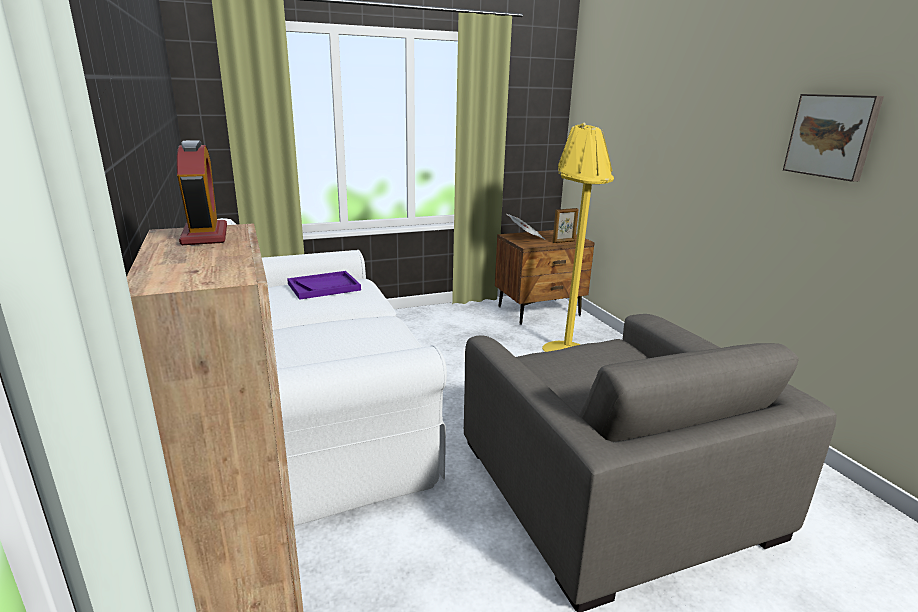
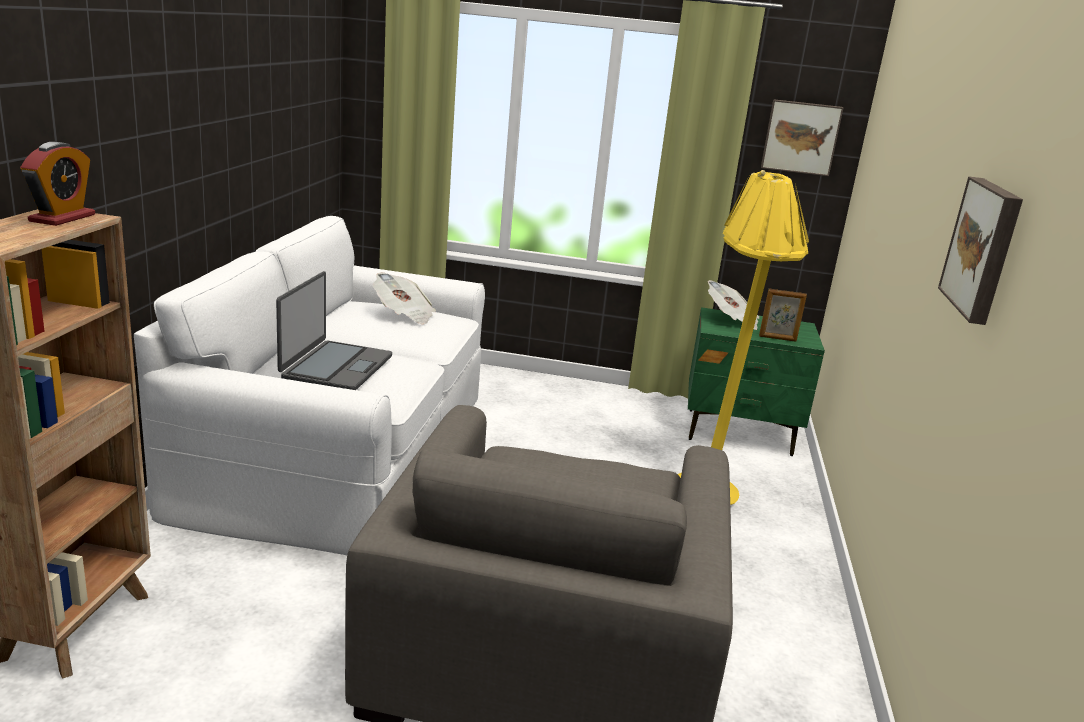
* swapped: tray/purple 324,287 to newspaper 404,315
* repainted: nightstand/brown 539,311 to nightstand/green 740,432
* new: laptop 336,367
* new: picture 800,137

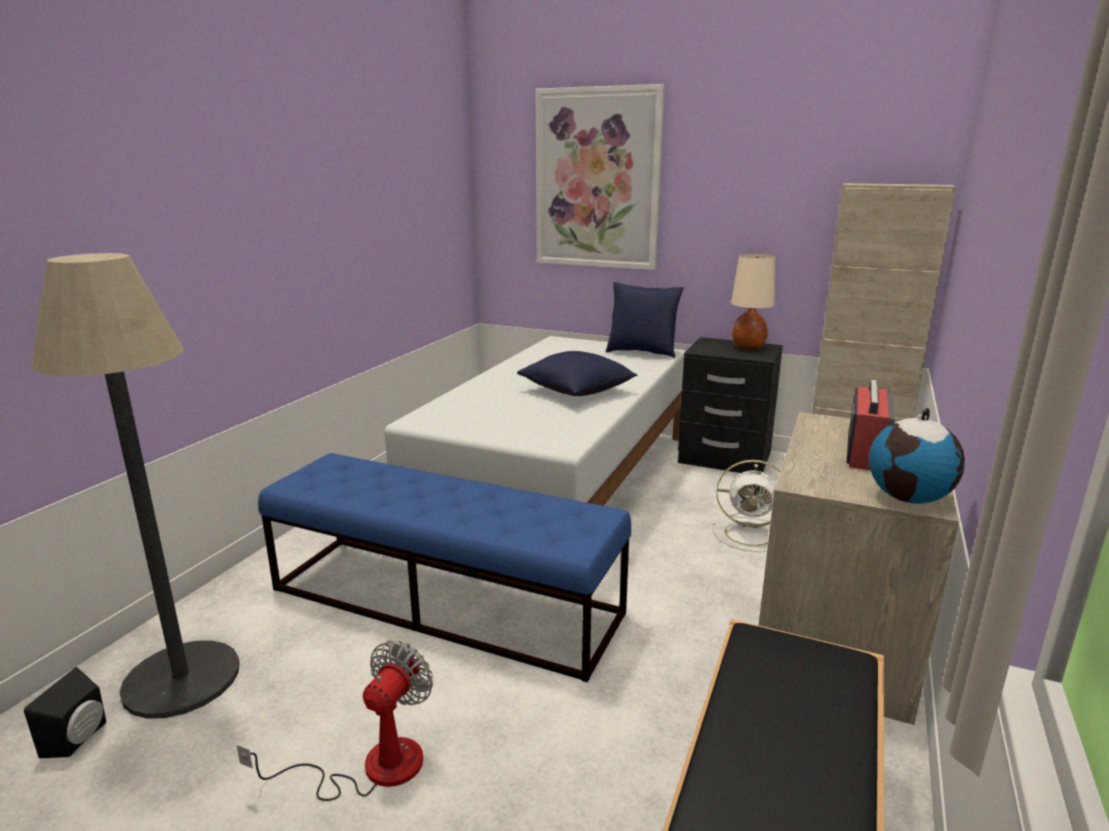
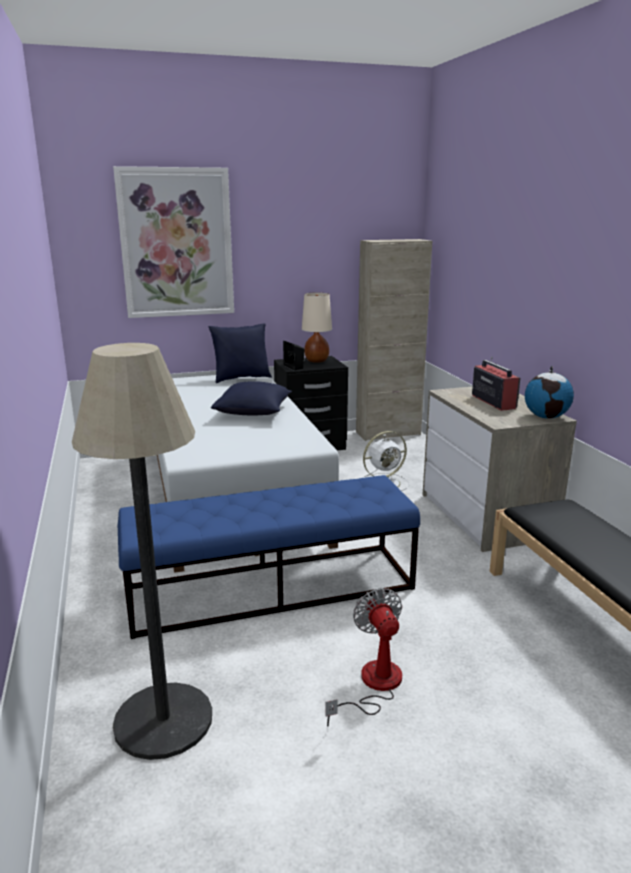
* shifted: speaker/black 80,738 to 295,367

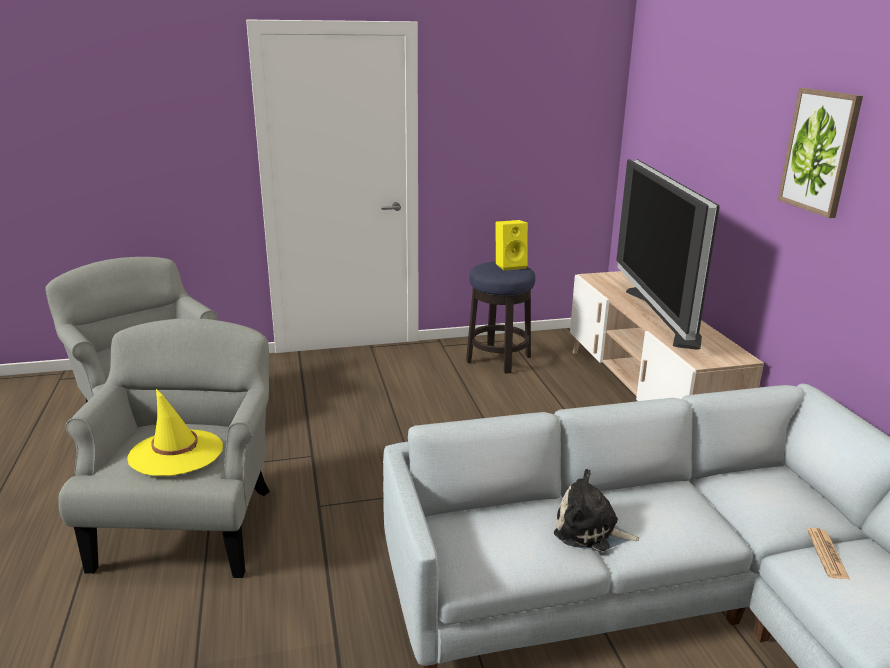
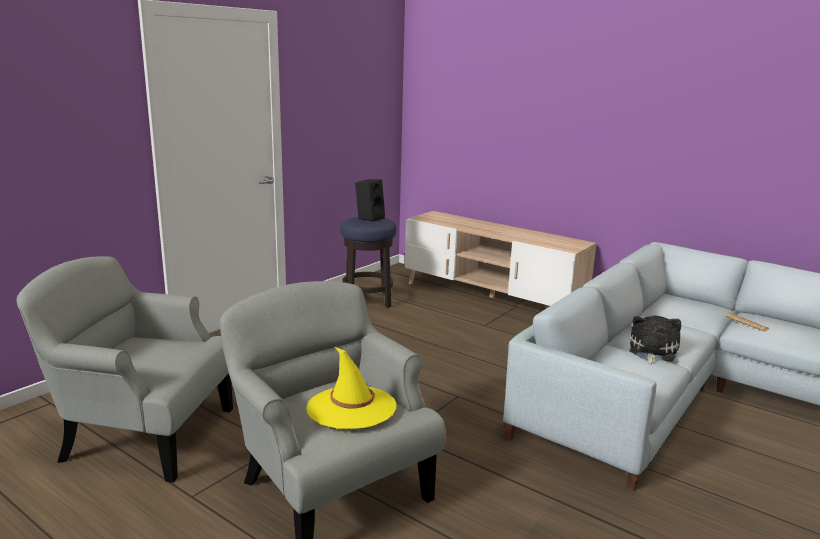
* repainted: speaker/yellow 510,265 to speaker/black 369,218
* rotated: plush toy 591,531 = 651,352 135 degrees clockwise
* gone: television 661,316
* gone: picture 820,151

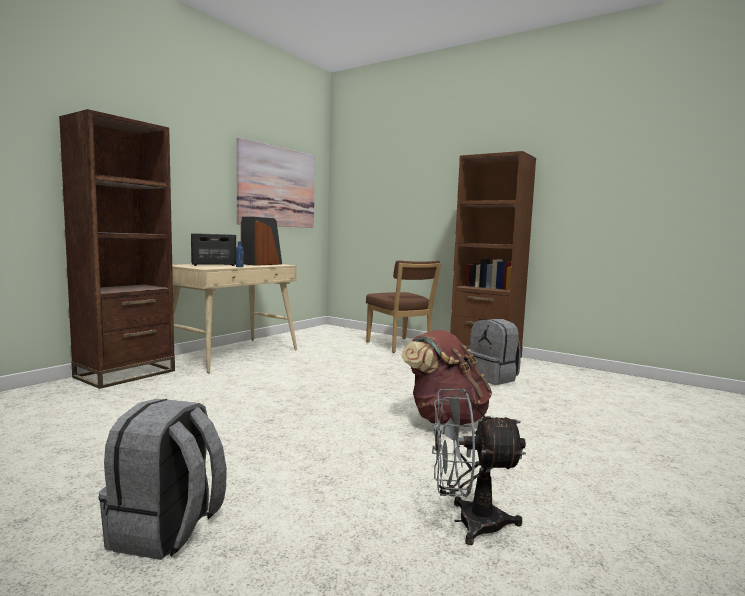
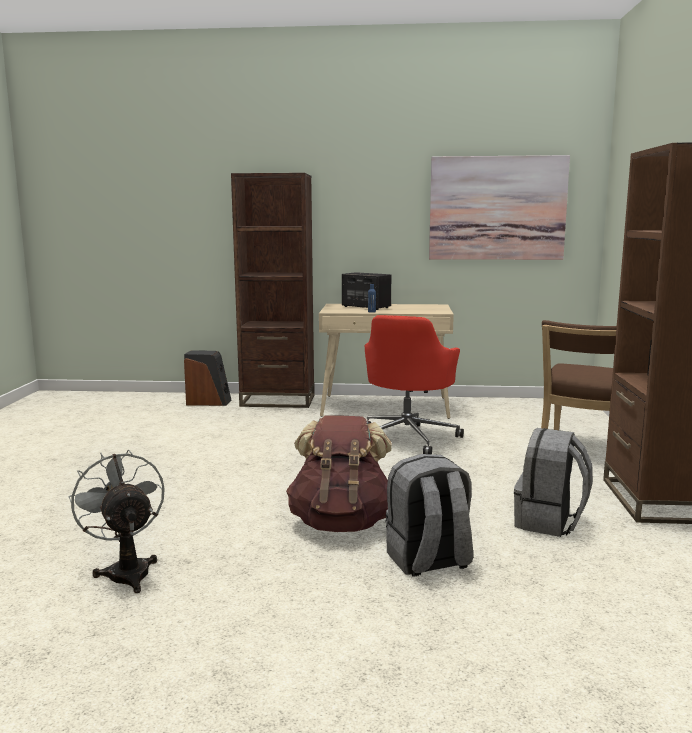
* shifted: backpack/grey 167,531 to 428,561
* shifted: speaker 262,264 to 208,402
* new: office chair/red 408,438

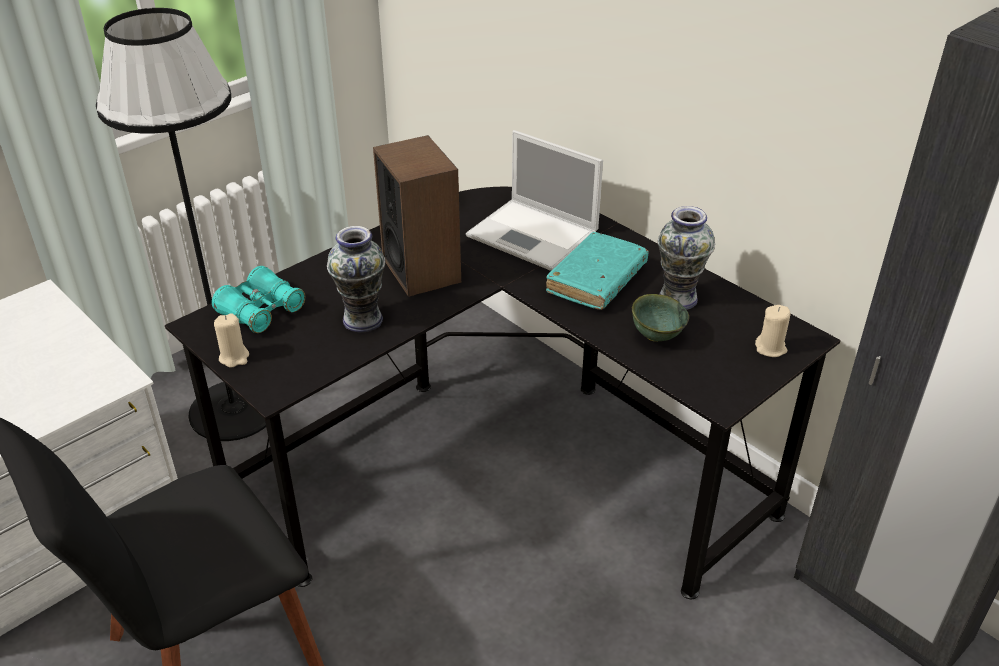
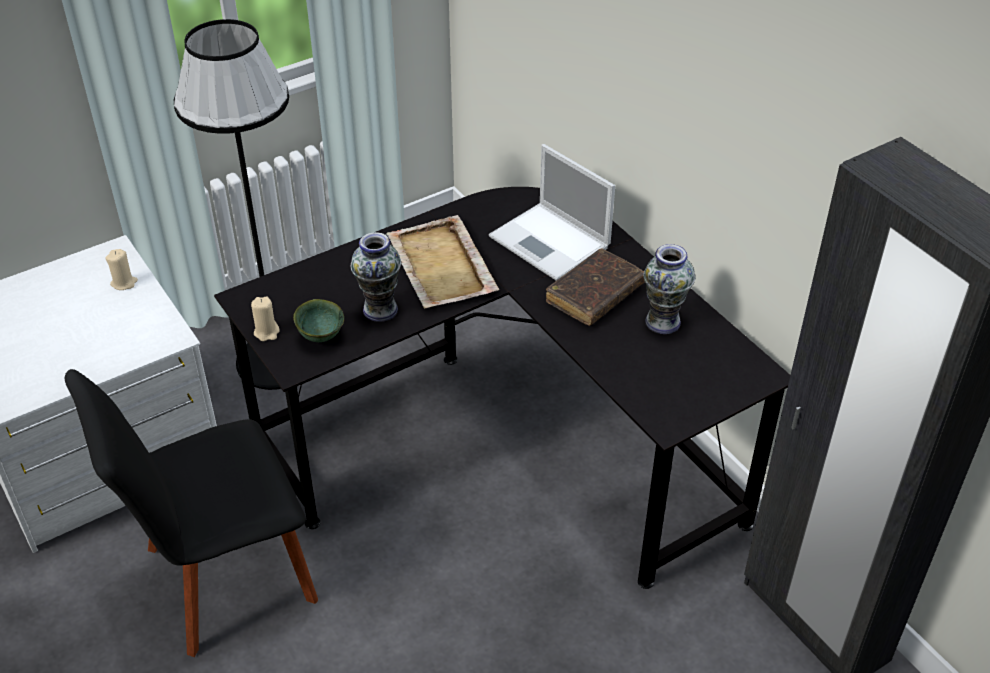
* gone: binoculars/turquoise 261,311
* swapped: speaker 421,270 to tray/beige 441,266
* repainted: book/turquoise 596,280 to book/brown 595,295
* shifted: bowl/green 656,335 to 321,336
* shifted: candle/beige 771,348 to 124,283

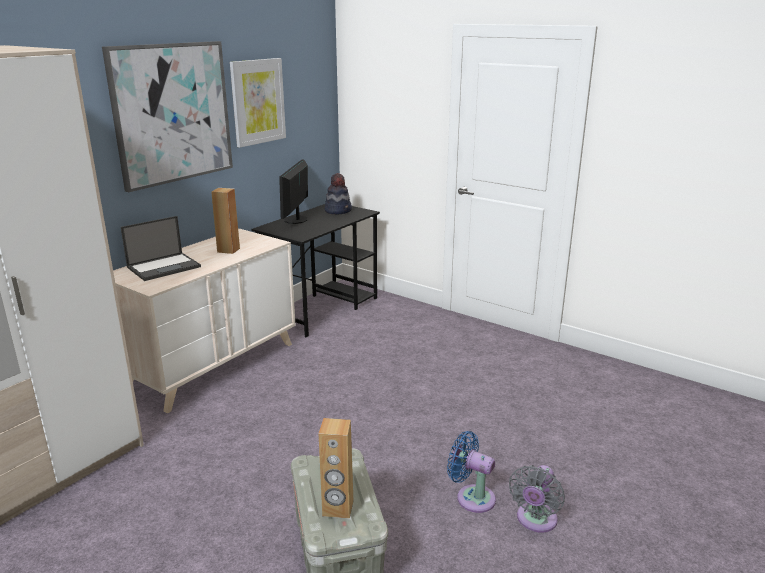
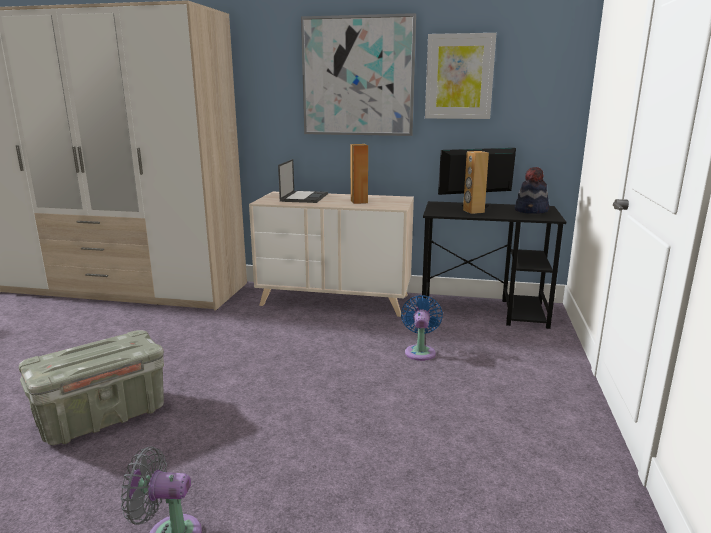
* rotated: laptop 164,267 = 304,197 105 degrees counterclockwise
* shifted: speaker/brown 338,508 to 473,211
* shifted: fan/blue 472,497 to 420,351

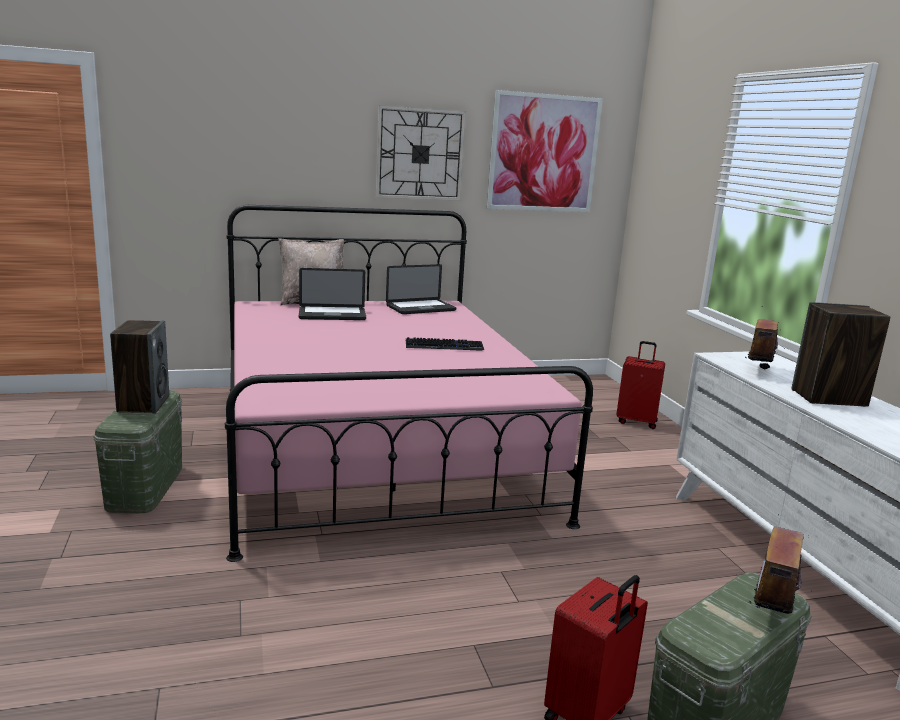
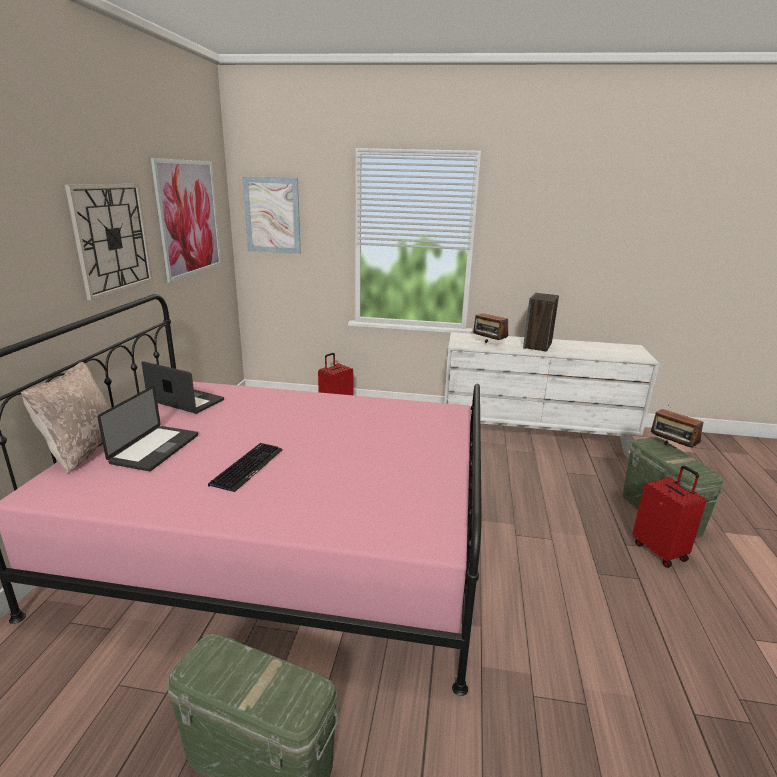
* gone: speaker 143,404
* rotated: laptop 421,308 = 186,401 60 degrees counterclockwise
* shifted: keyboard 444,346 to 247,467
* new: picture 272,215

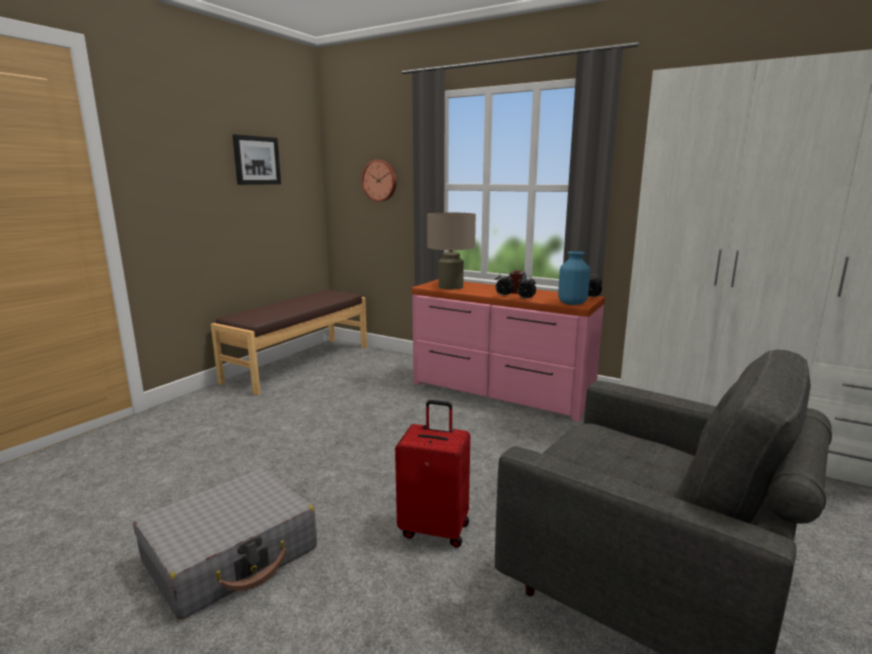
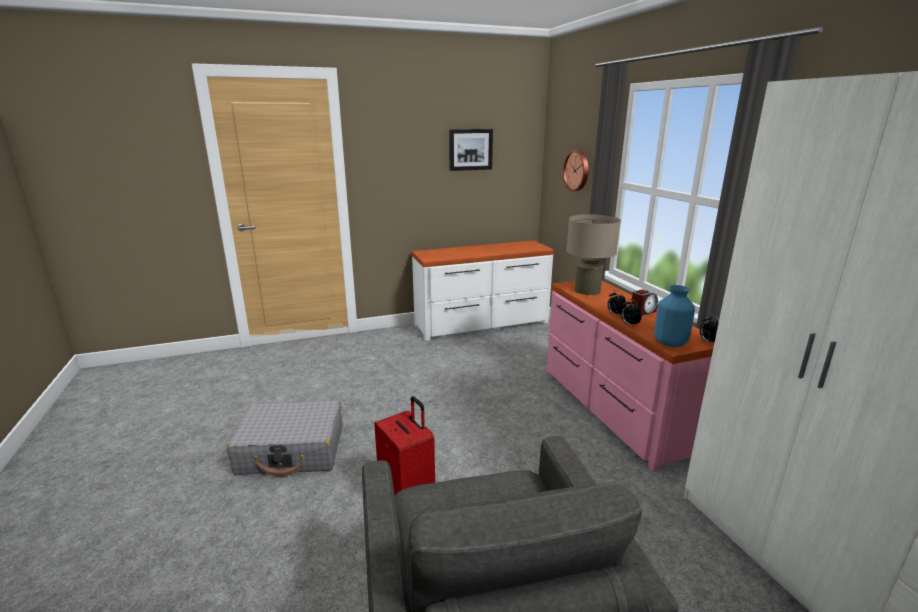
* swapped: bench/brown 299,363 to dresser/white 482,324

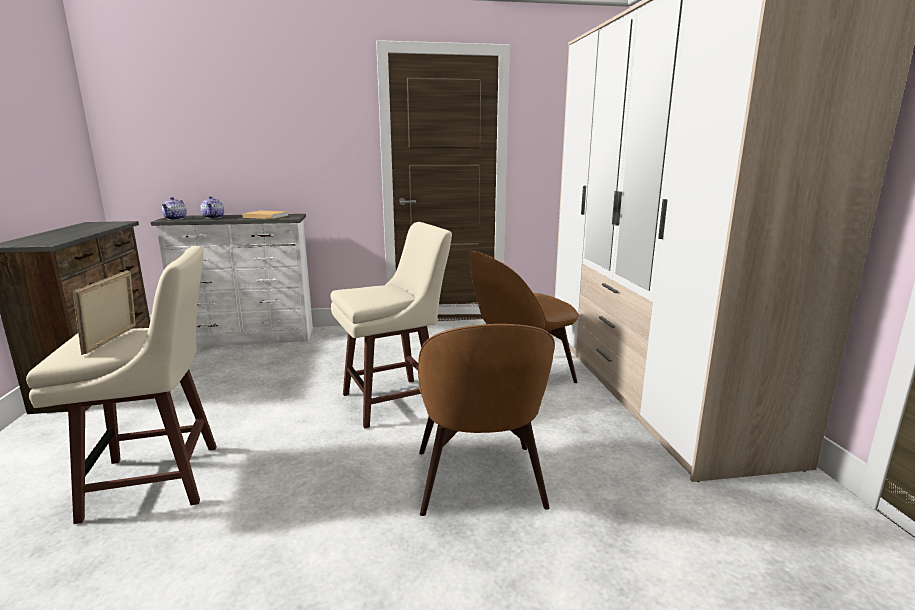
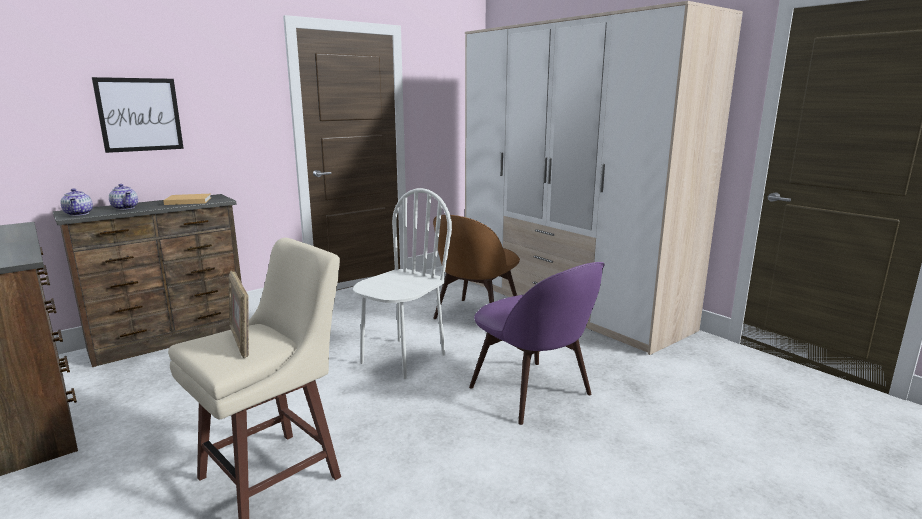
* repainted: dresser/white 248,338 to dresser/brown 172,339
* swapped: stool/beige 394,402 to chair/white 402,358
* repainted: chair/brown 479,482 to chair/purple 533,393
* new: picture 139,114

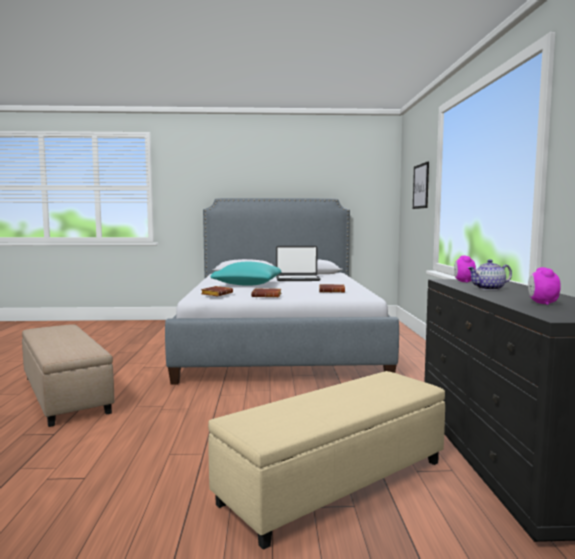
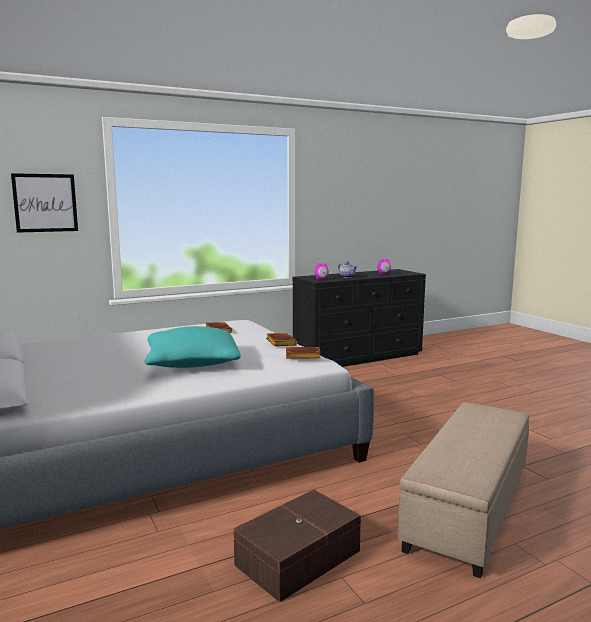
* gone: ottoman/beige 336,483
* gone: laptop 297,279
* new: storage box/brown 296,557

